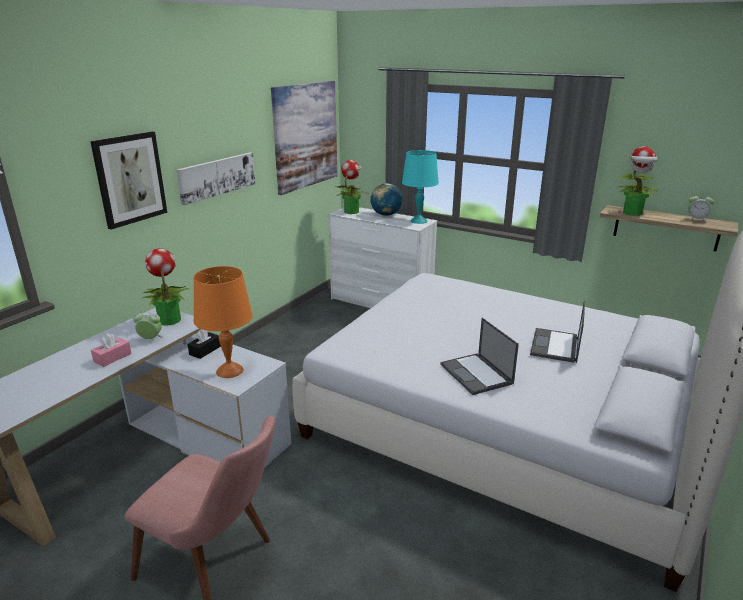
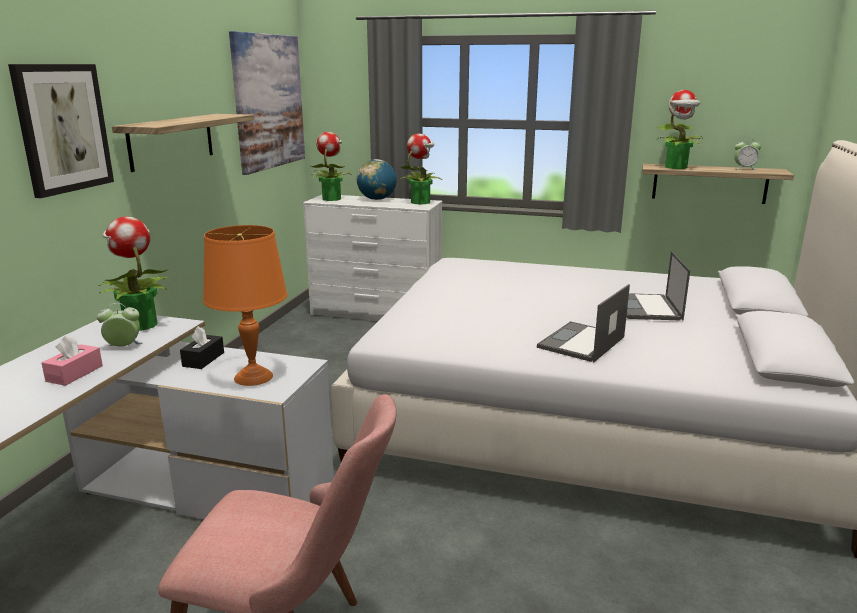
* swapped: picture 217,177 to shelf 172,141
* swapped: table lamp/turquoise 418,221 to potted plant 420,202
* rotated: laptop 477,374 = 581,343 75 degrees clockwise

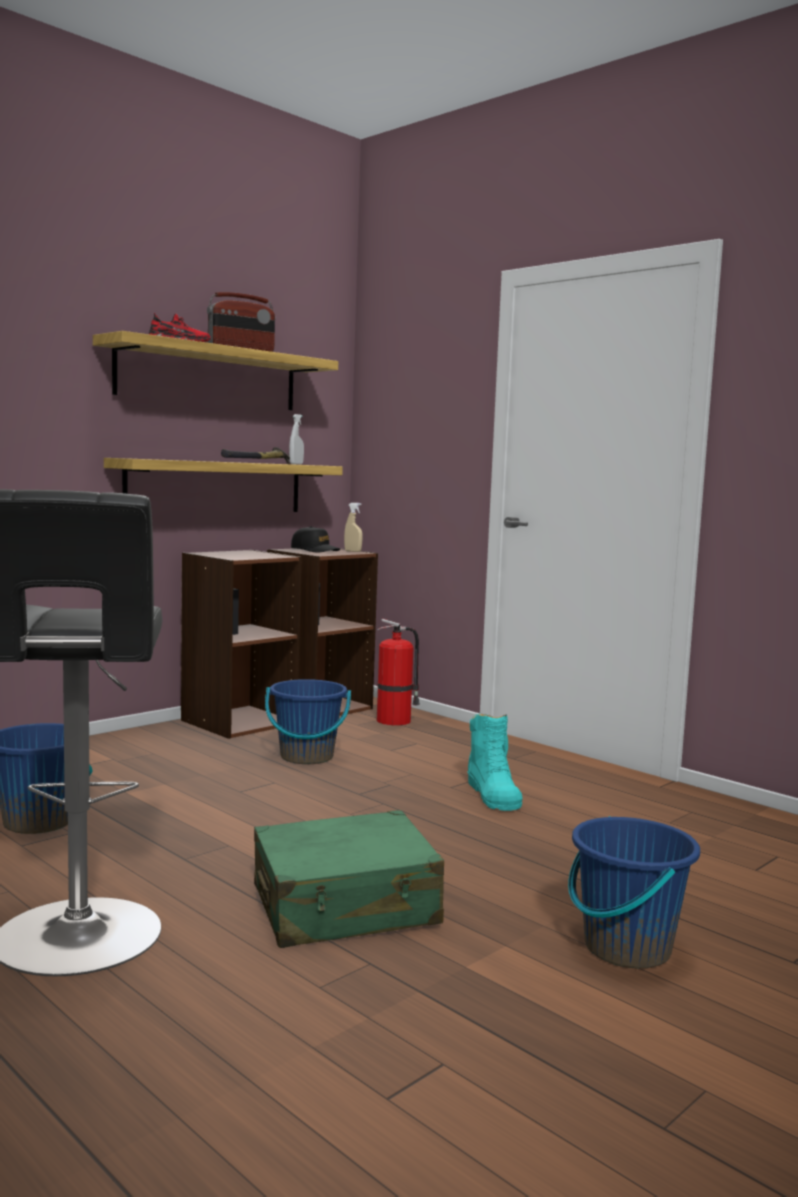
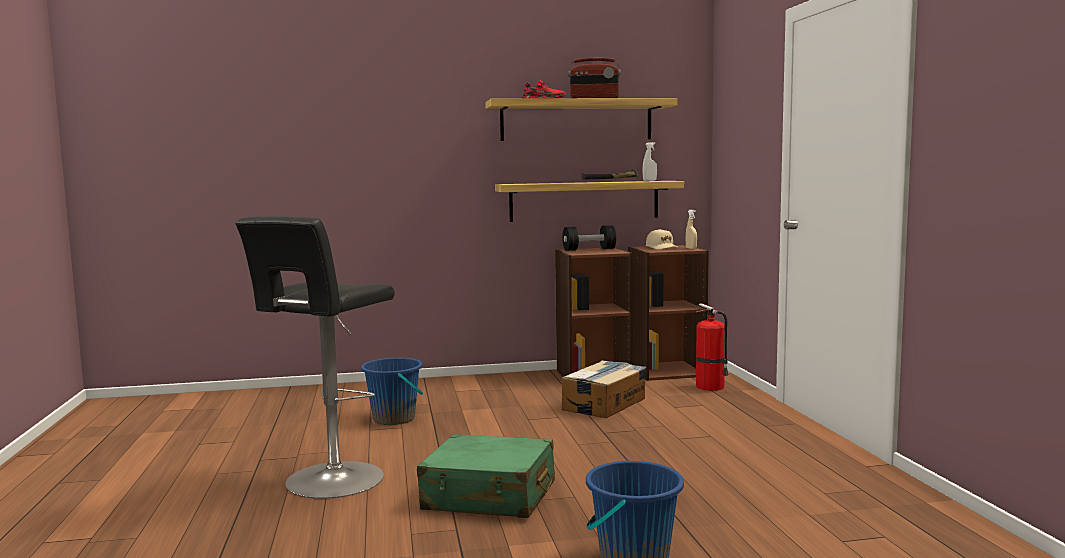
* swapped: bucket/blue 306,757 to cardboard box 605,404
* repainted: cap/black 315,550 to cap/beige 662,248
* gone: boot/turquoise 493,794
* new: dumbbell/black 589,249

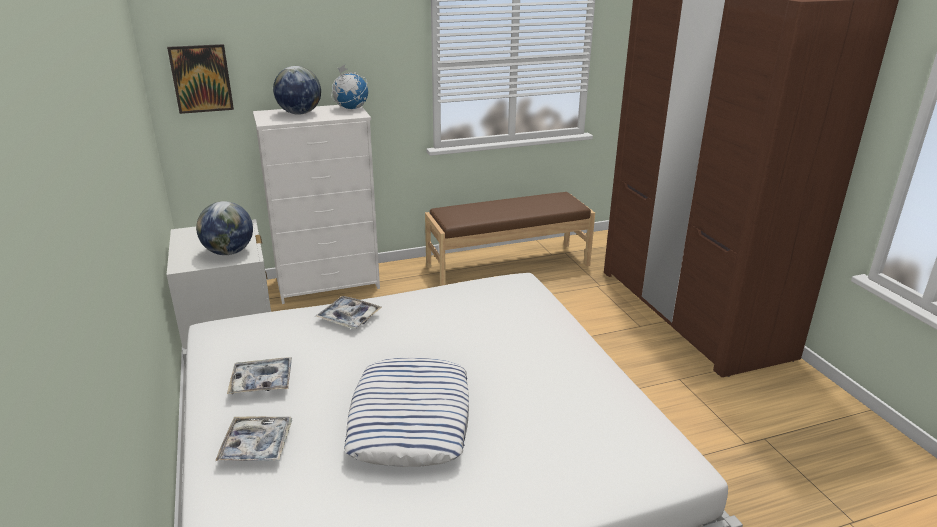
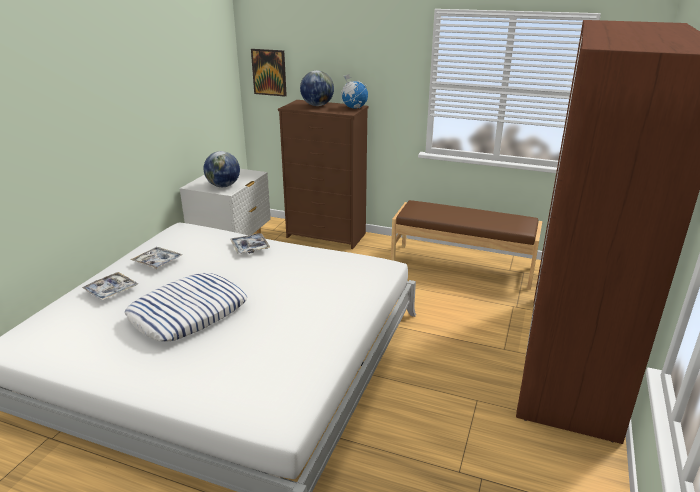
* repainted: dresser/white 329,284 to dresser/brown 326,236

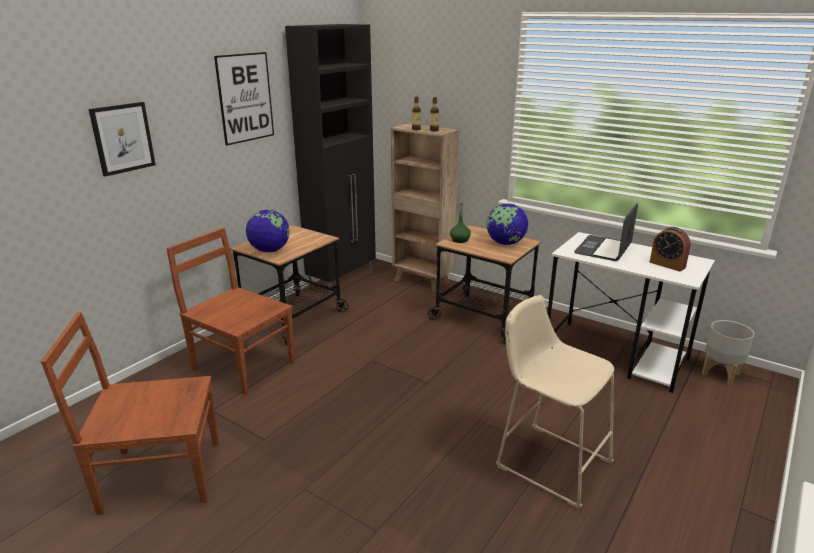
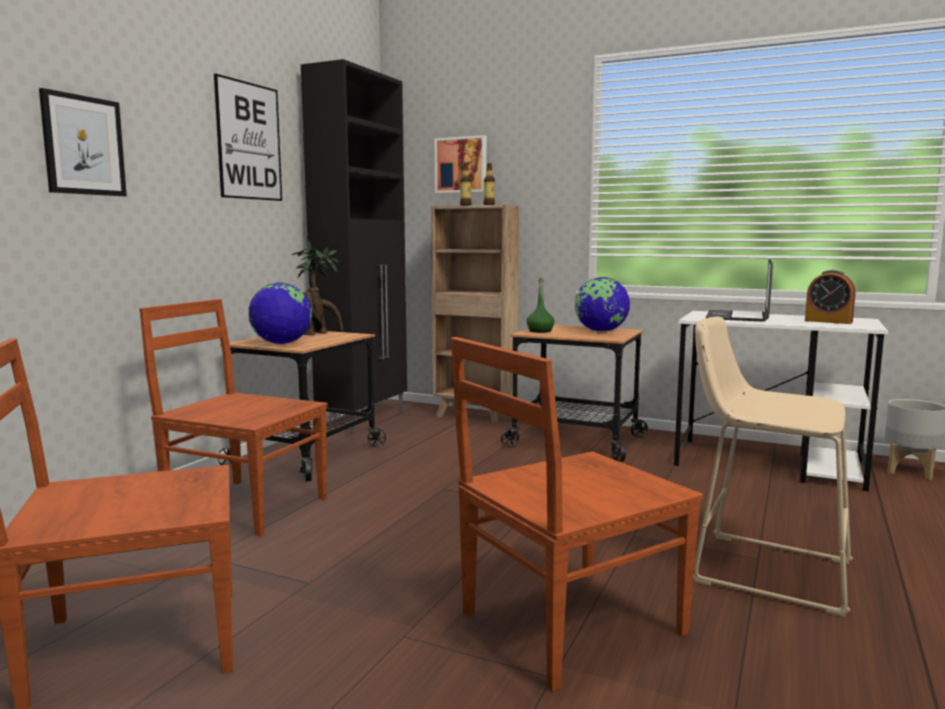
* new: potted plant 319,334
* new: picture 461,165
* new: chair/brown 567,625

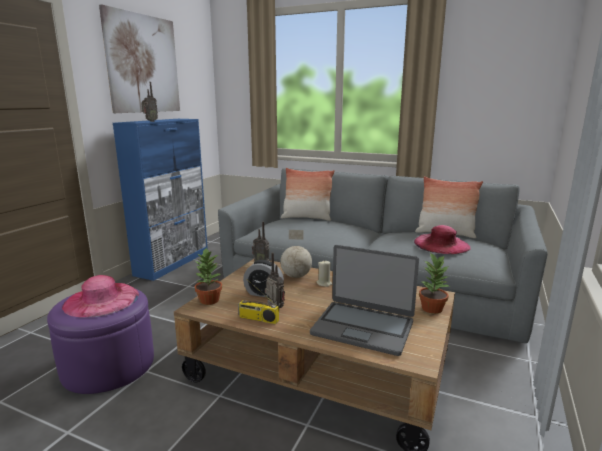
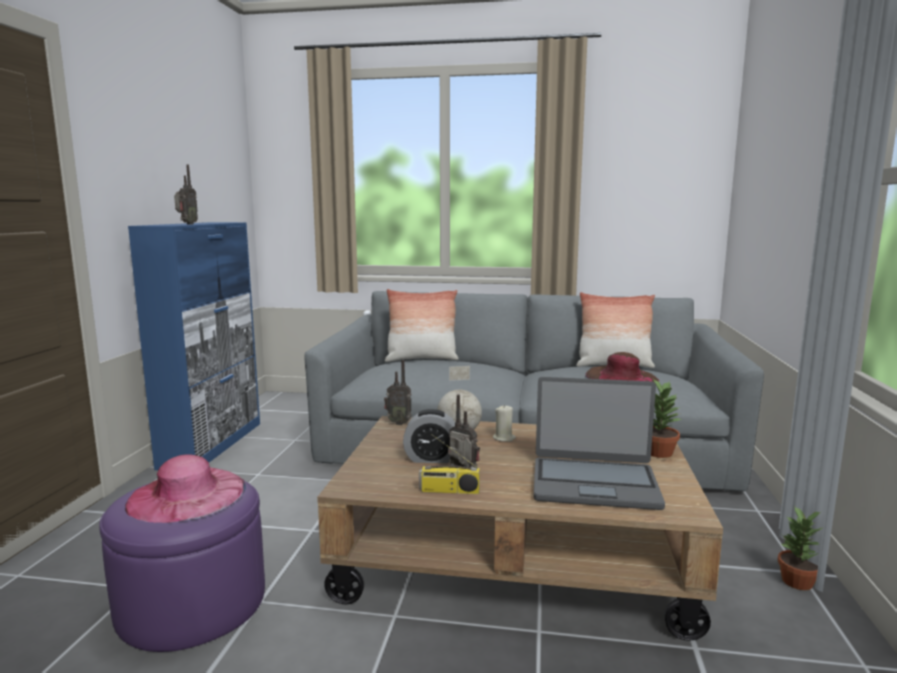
* gone: picture 143,64
* shifted: potted plant 209,300 to 797,582
* repainted: hat/pink 441,244 to hat/brown 621,377

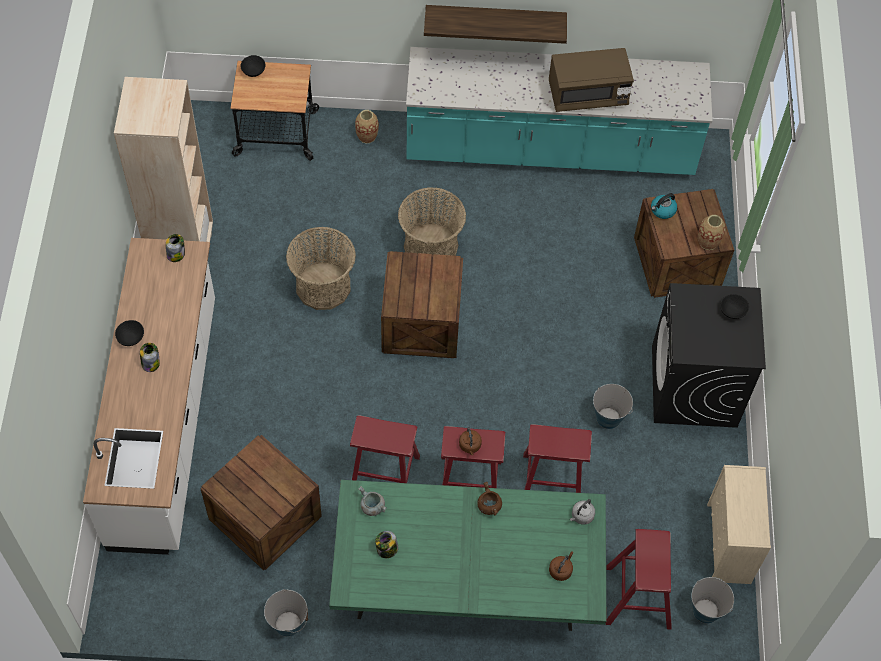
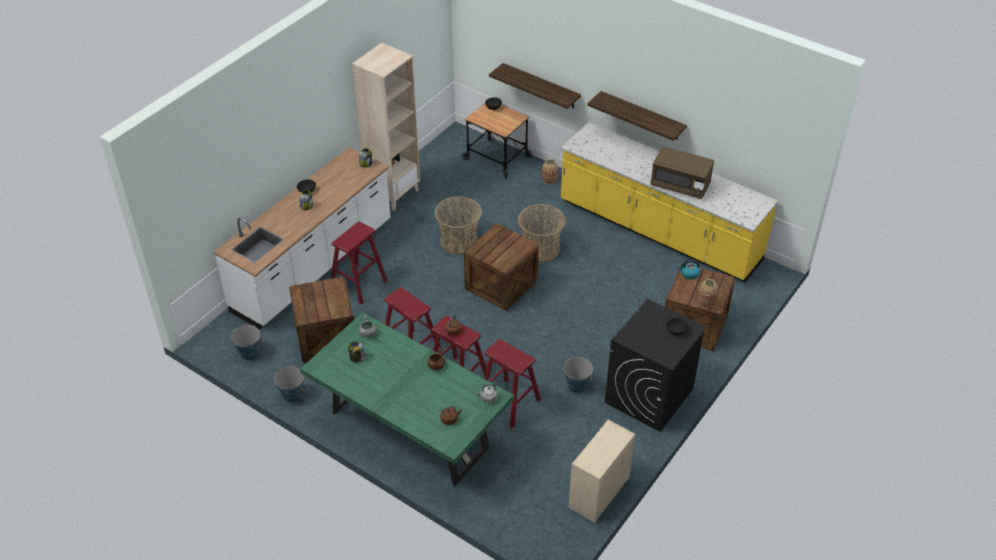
* repainted: counter/turquoise 550,150 to counter/yellow 658,232
* shifted: stool/red 638,597 to 358,284
* shifted: bucket 705,610 to 249,353
* new: shelf 541,86

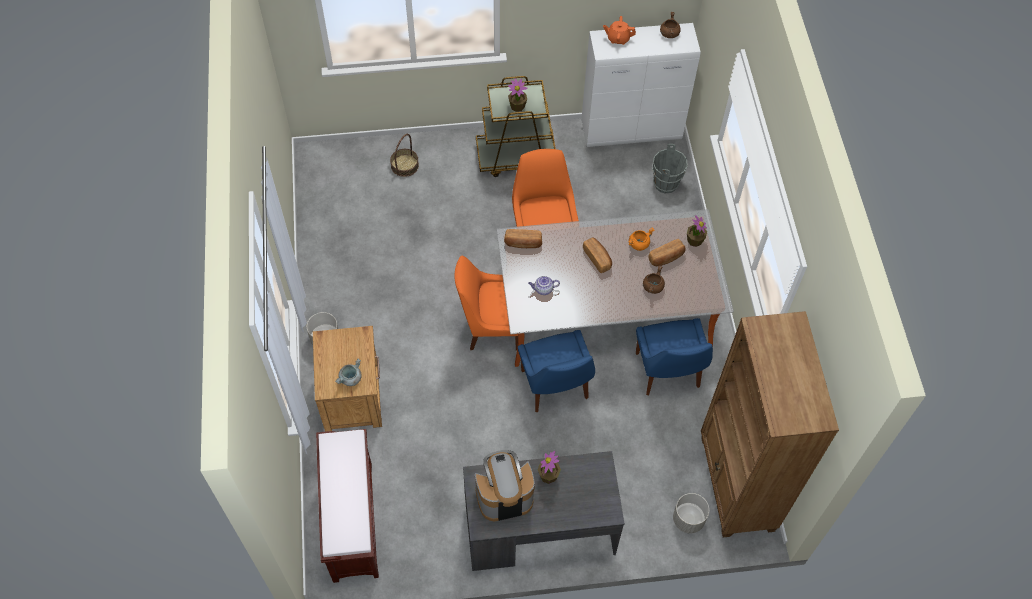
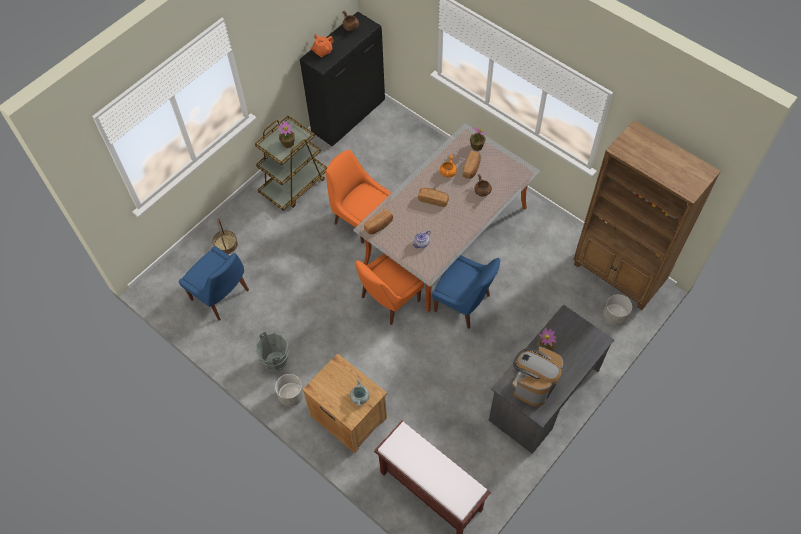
* repainted: cabinet/white 632,130 to cabinet/black 349,116
* shifted: chair/blue 668,372 to 221,296
* shifted: bucket/grey 666,184 to 276,361

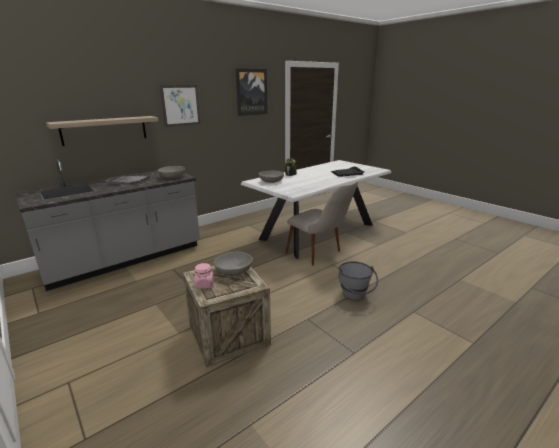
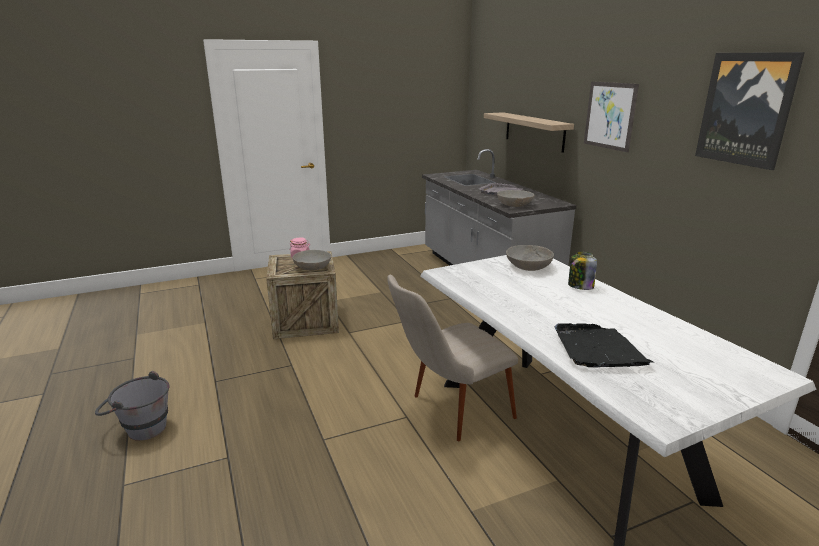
* shifted: bucket/grey 355,296 to 140,428

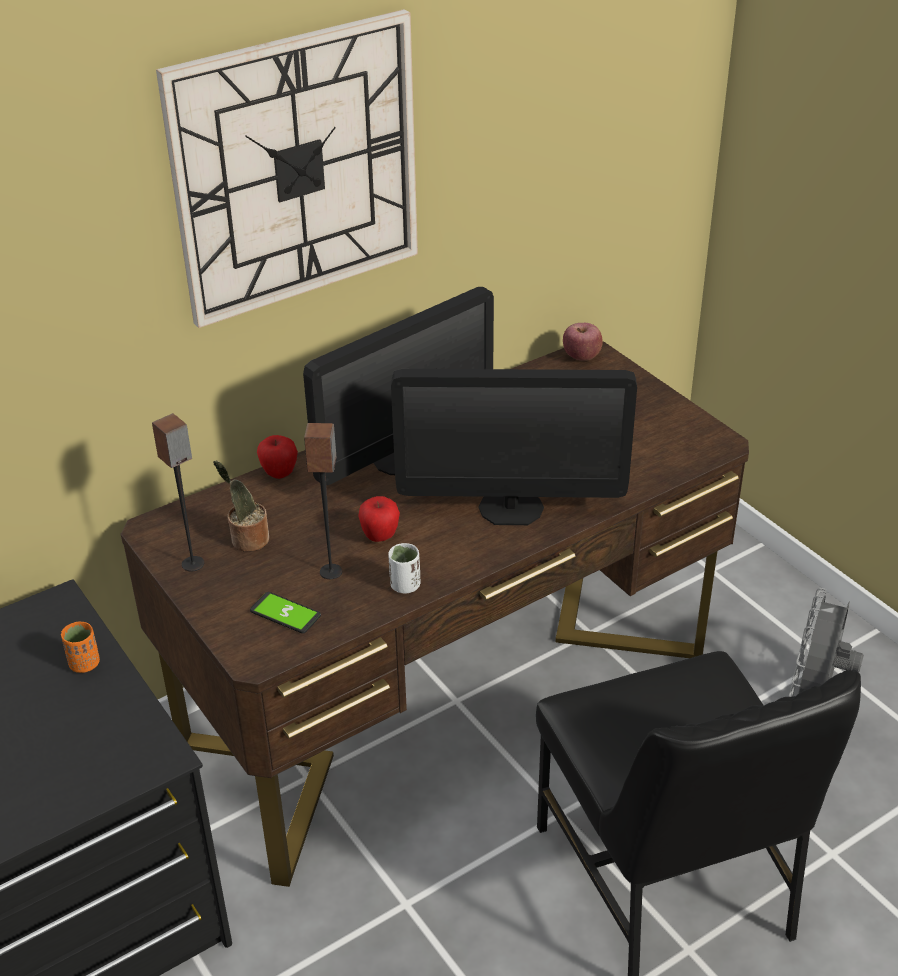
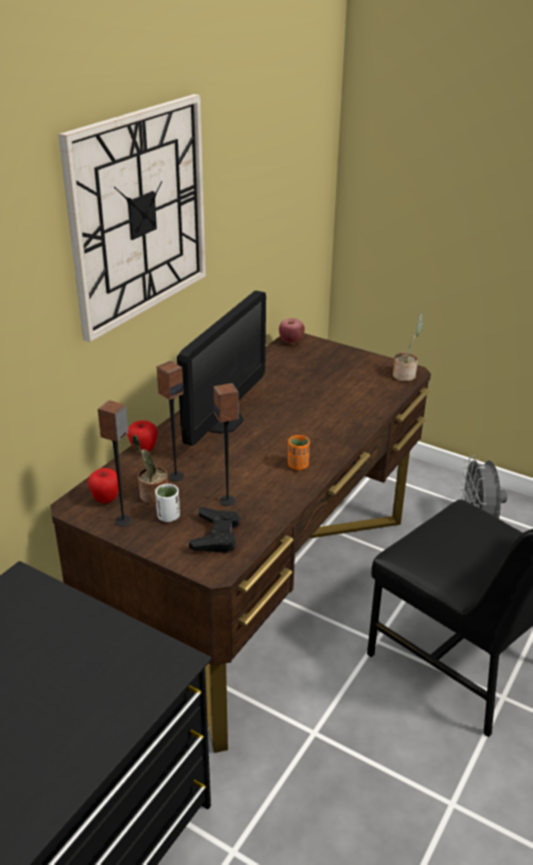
* shifted: cup/orange 84,664 to 298,465
* swapped: phone 285,614 to game controller/black 216,535
* shifted: apple 380,536 to 106,499
* shifted: cup/white 405,586 to 168,516
* gone: monitor 511,508
* new: speaker 175,476
* new: potted plant 405,375

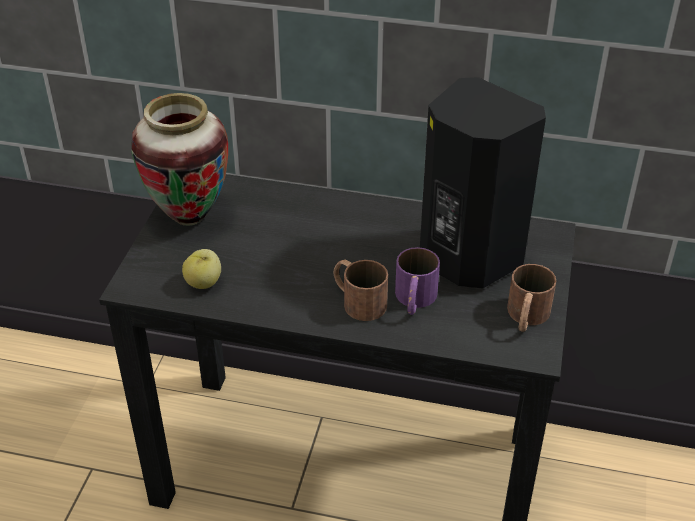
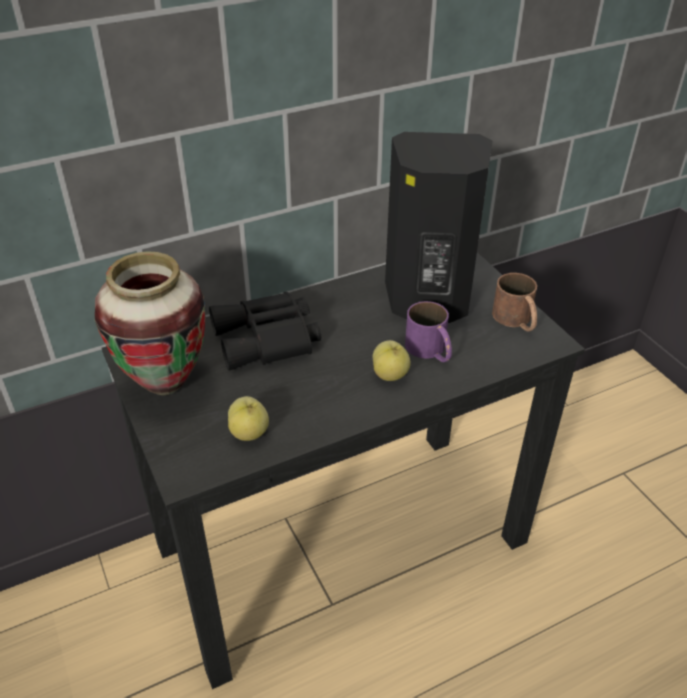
* swapped: mug/brown 357,300 to apple 390,374
* new: binoculars/black 268,340

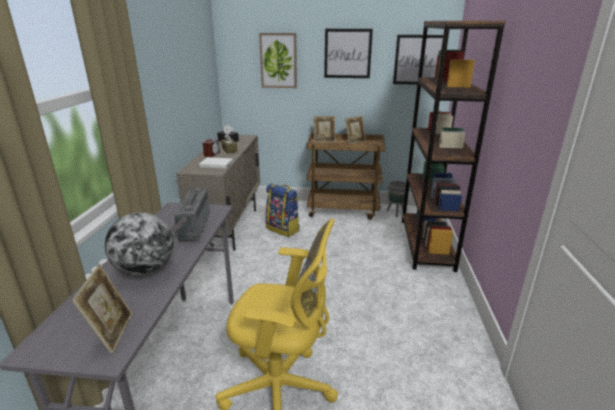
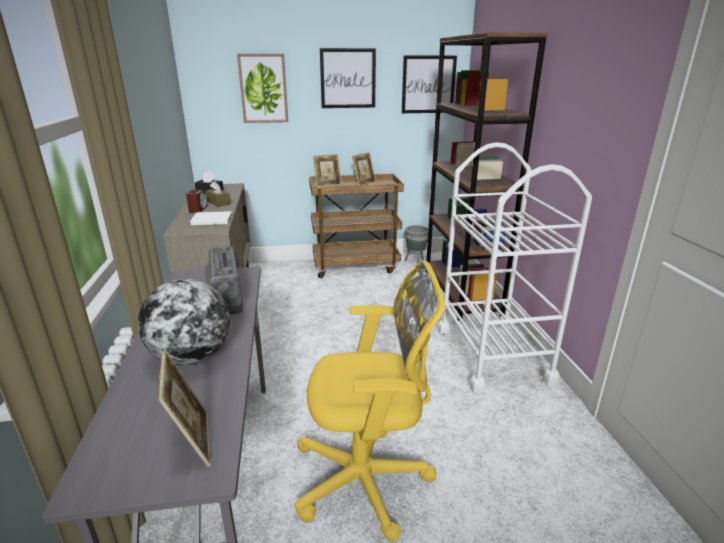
* gone: backpack 283,229
* new: cart/white 492,354

